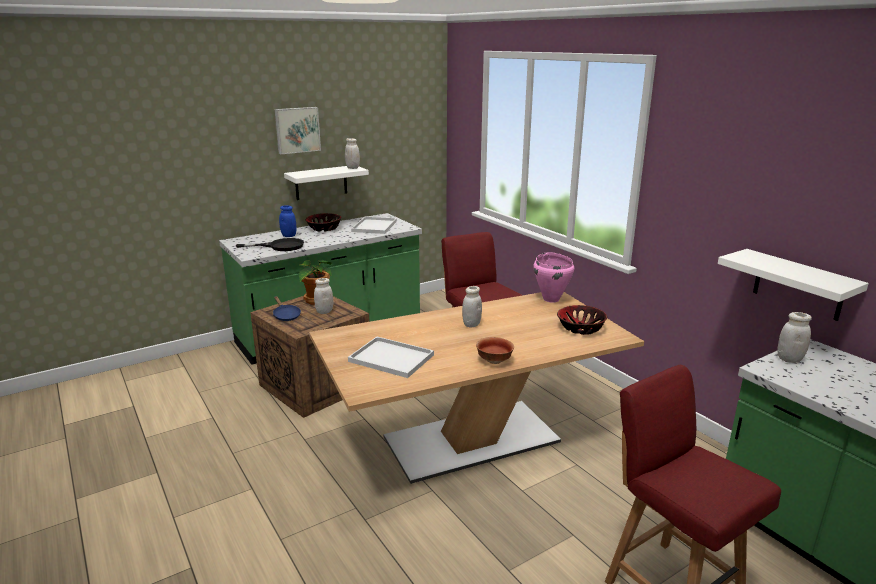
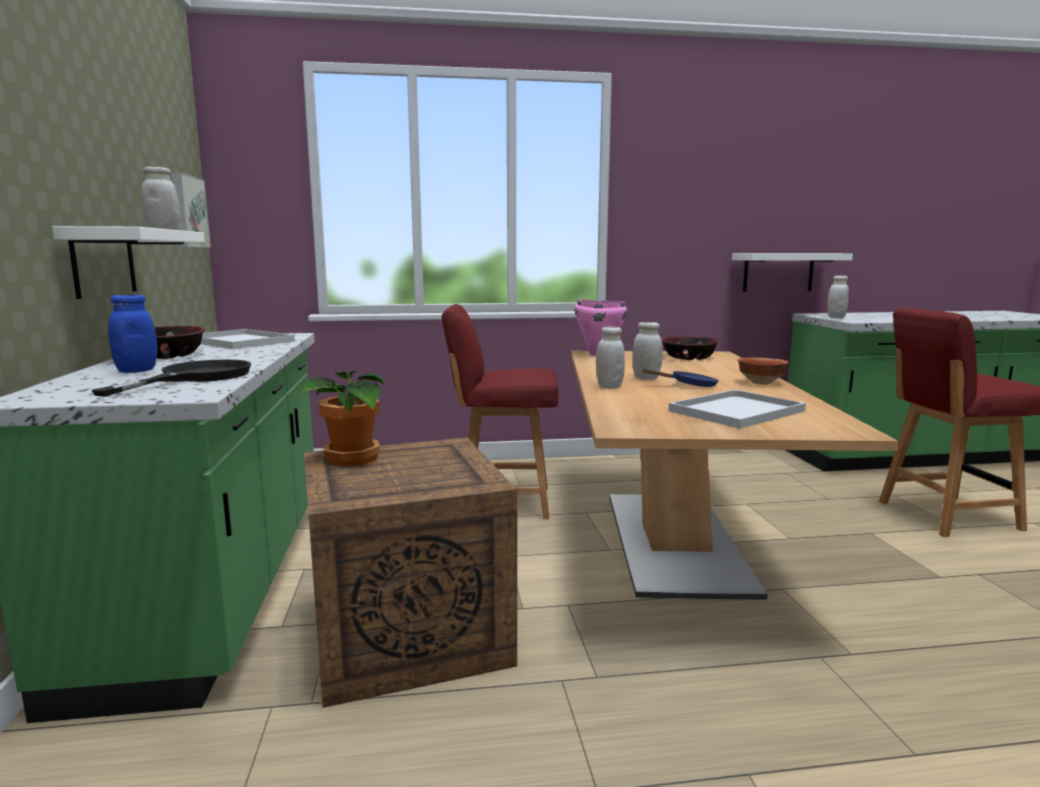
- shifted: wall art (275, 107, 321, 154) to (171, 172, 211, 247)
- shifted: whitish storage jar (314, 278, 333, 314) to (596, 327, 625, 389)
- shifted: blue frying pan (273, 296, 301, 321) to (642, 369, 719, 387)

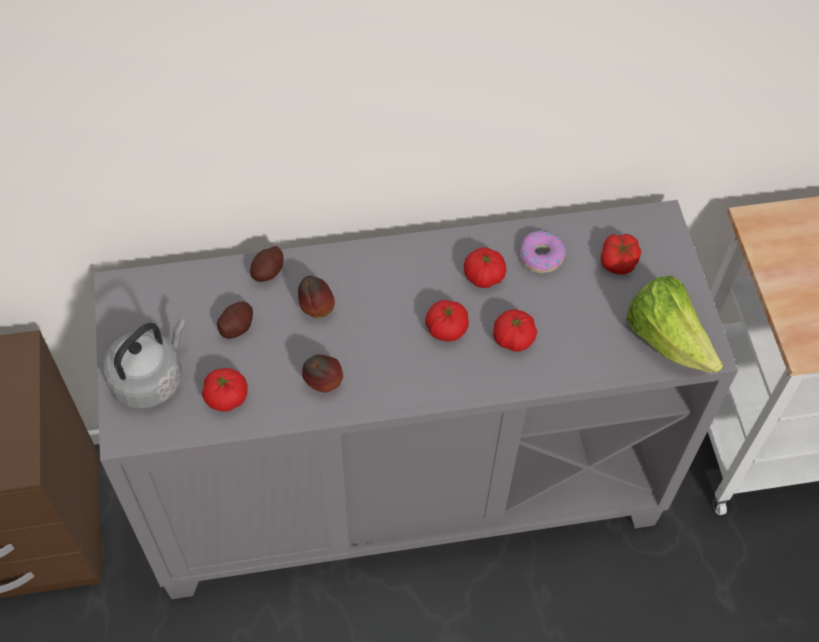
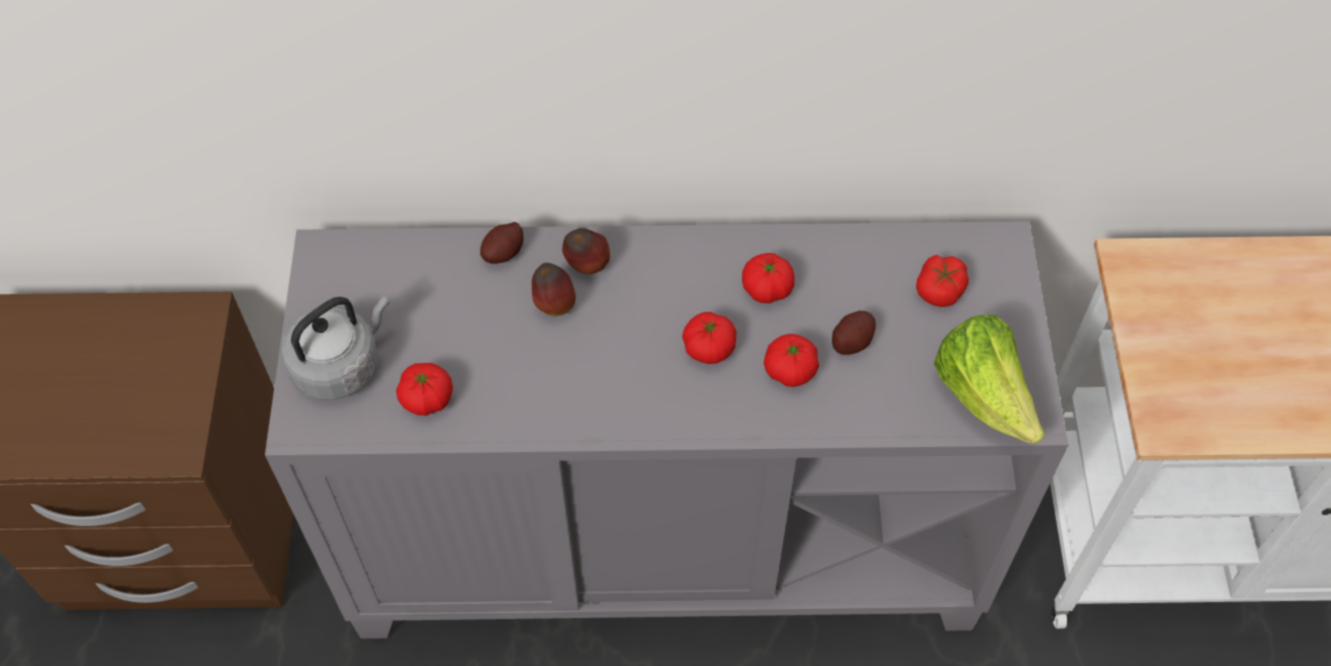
- shifted: whole apple (302, 354, 343, 393) to (562, 228, 610, 274)
- shifted: potato (217, 301, 253, 339) to (832, 311, 876, 355)
- gone: donut (519, 231, 566, 273)

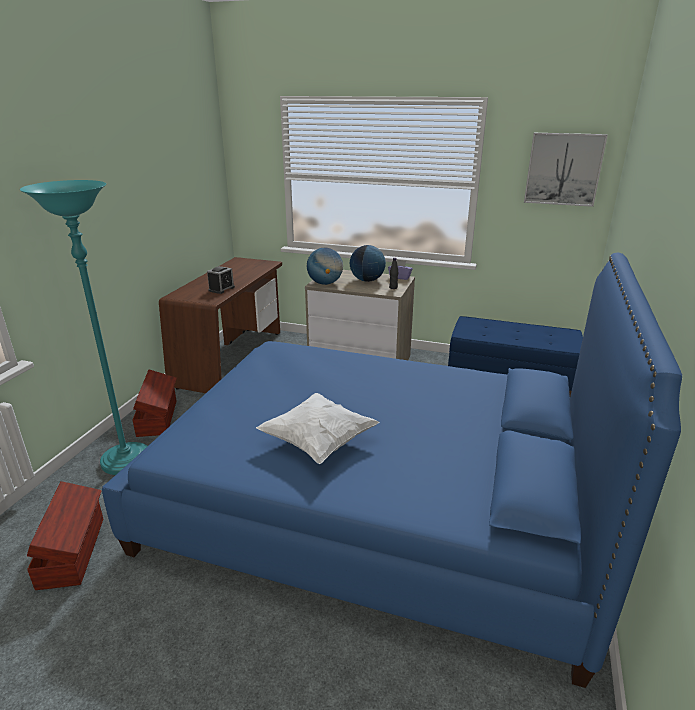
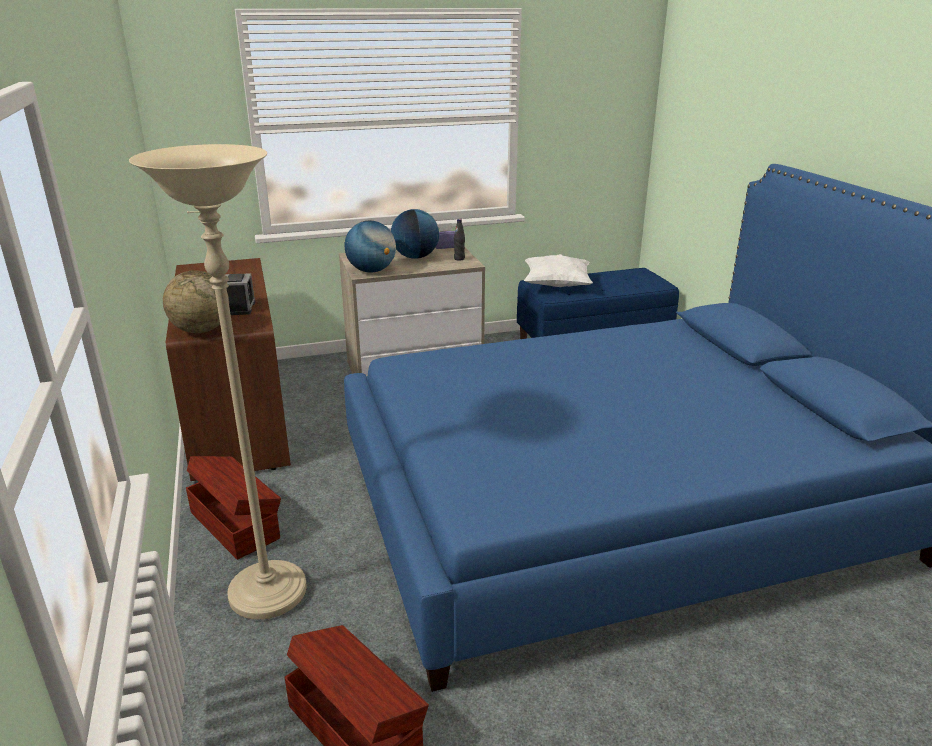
- repainted: turquoise standing lamp (20, 180, 147, 475) to sand-coloured standing lamp (129, 144, 306, 620)
- new: world globe (163, 270, 229, 333)
- shifted: whitish cushion (256, 393, 380, 464) to (524, 254, 593, 287)
- gone: wall art (524, 133, 608, 207)

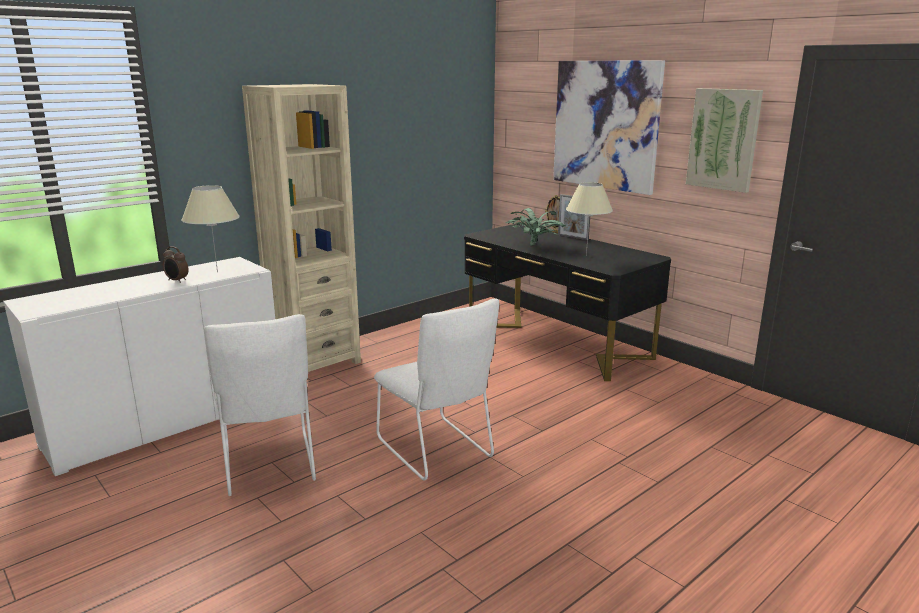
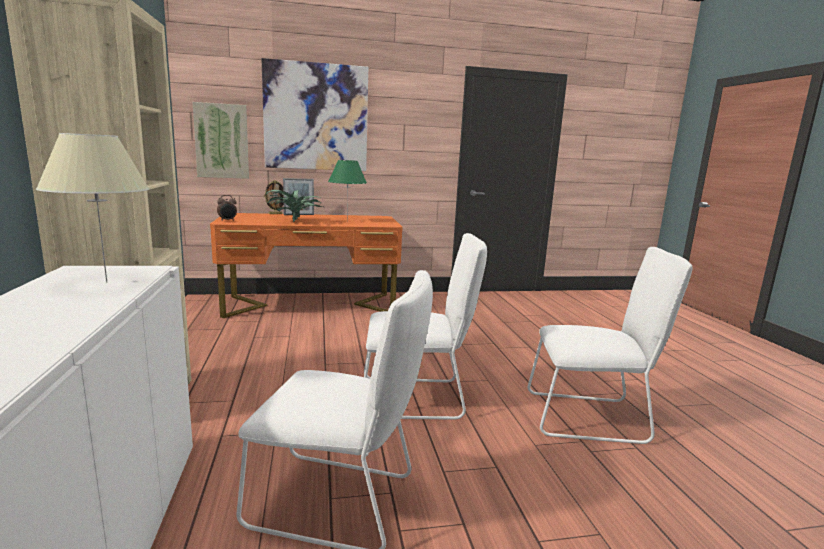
- shifted: wall art (686, 88, 763, 193) to (193, 102, 249, 179)
- repainted: black-coloured desk table (464, 224, 671, 381) to orangey desk table (210, 213, 402, 318)
- shifted: bedside clock (163, 246, 189, 283) to (217, 195, 237, 221)
- repainted: sand-coloured lamp for a table (566, 182, 613, 256) to green-coloured lamp for a table (328, 160, 367, 208)
- new: whitish plain chair (528, 247, 692, 444)

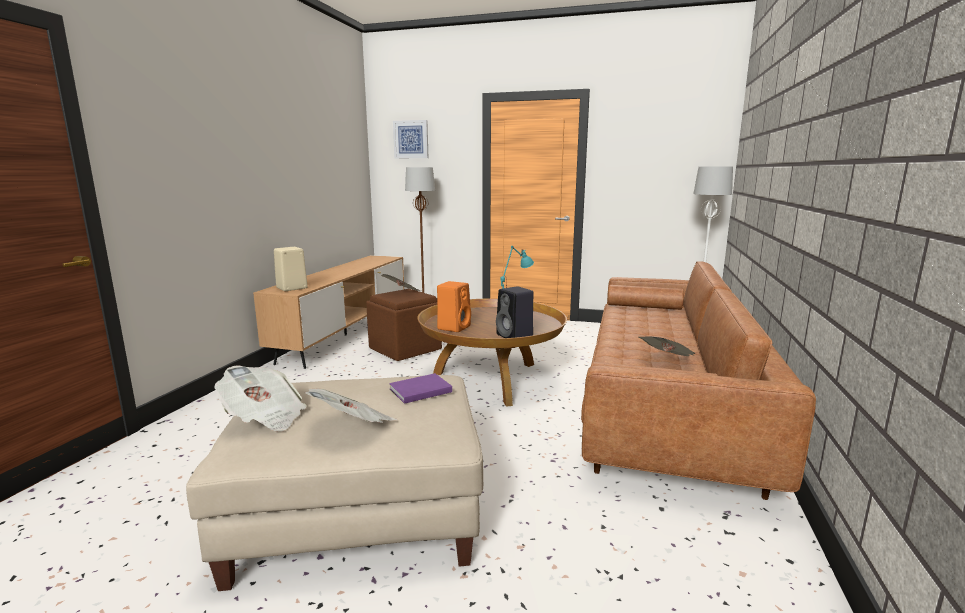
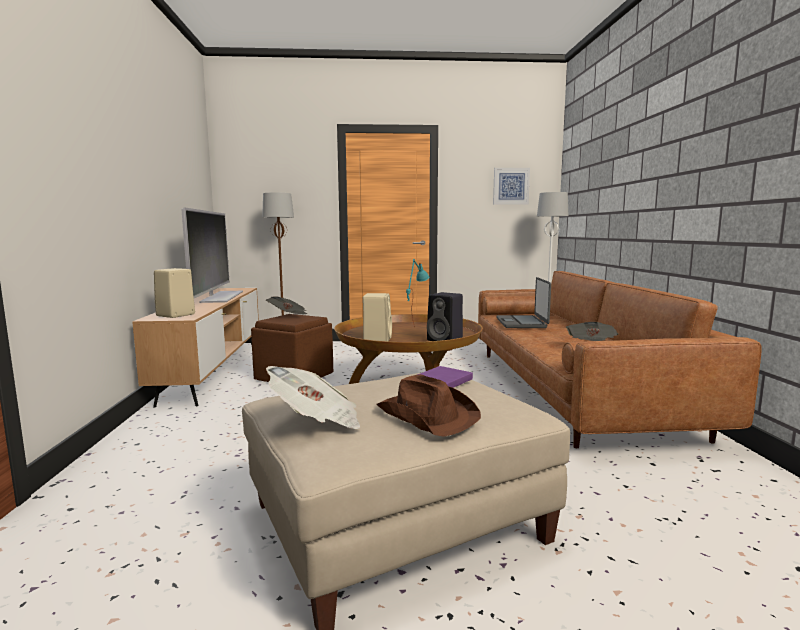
- new: TV (181, 207, 243, 303)
- repainted: orangey loudspeaker (437, 281, 471, 332) to sand-coloured loudspeaker (363, 293, 392, 342)
- swapped: printed paper (304, 389, 397, 423) to brownish clothing hat (376, 374, 481, 437)
- shifted: wall art (393, 120, 428, 158) to (493, 168, 530, 205)
- new: laptop (496, 277, 551, 328)

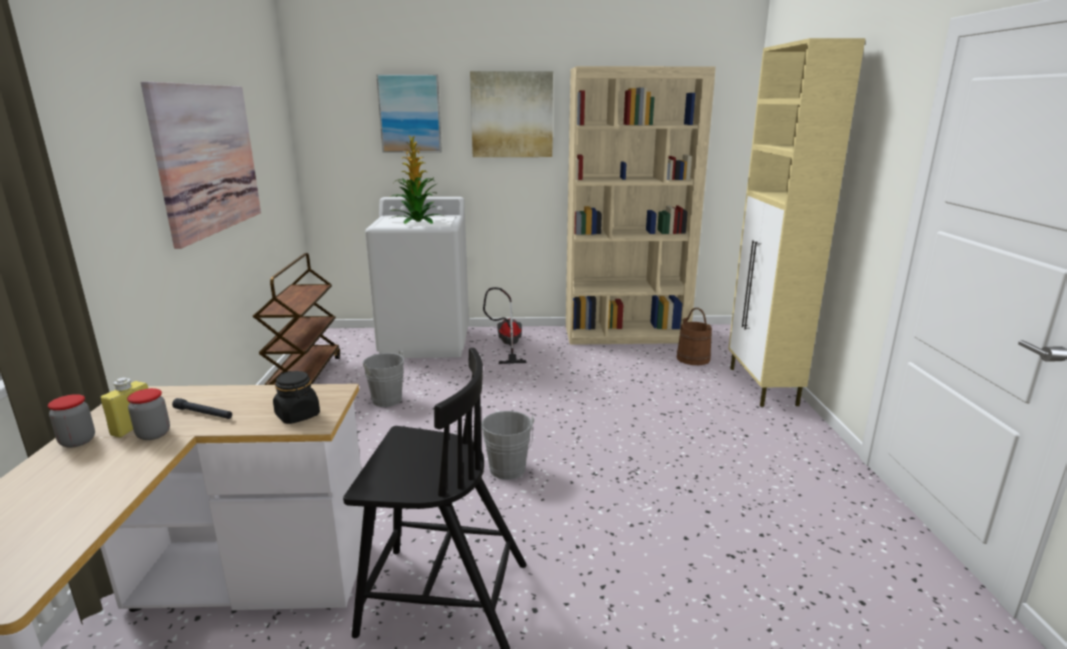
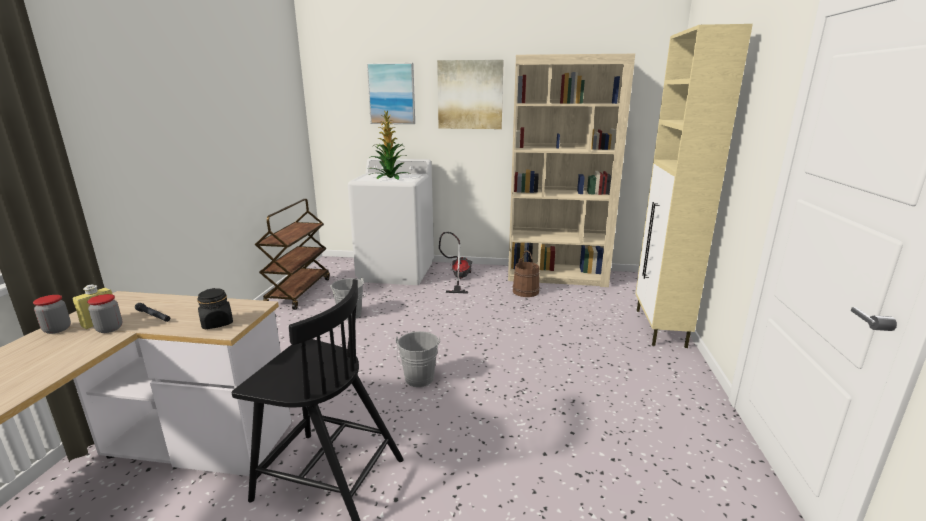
- shifted: brownish pail (677, 308, 712, 365) to (513, 250, 540, 297)
- gone: wall art (141, 82, 261, 249)

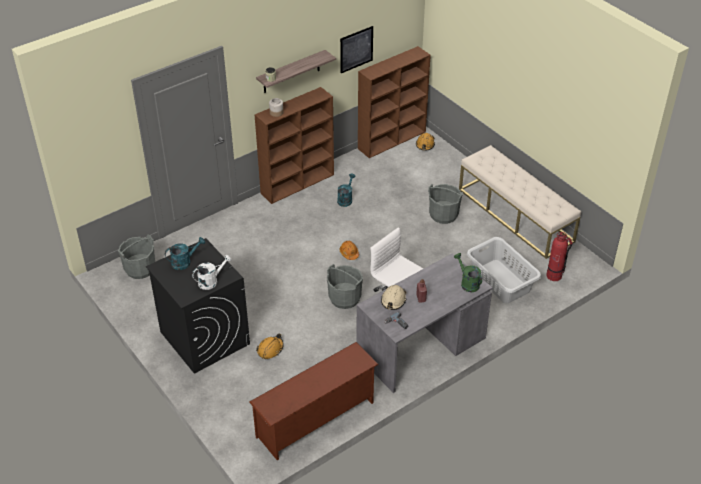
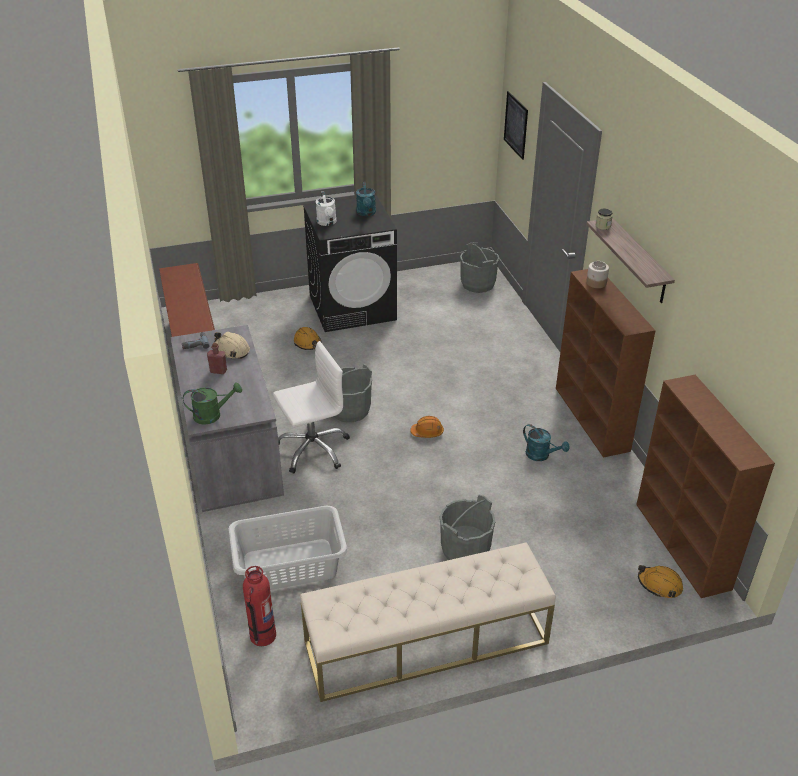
- shifted: wall art (340, 26, 373, 73) to (504, 91, 528, 160)

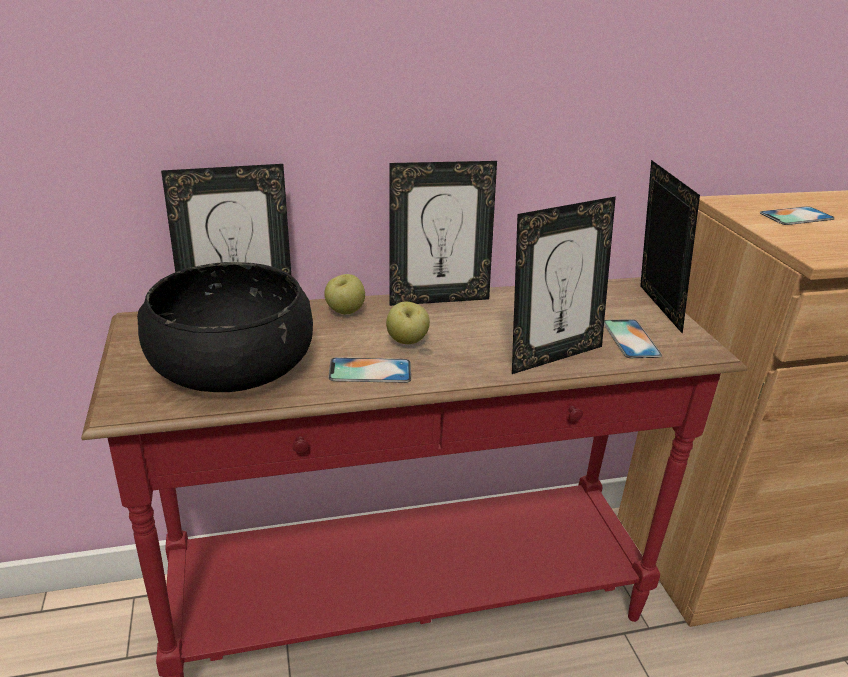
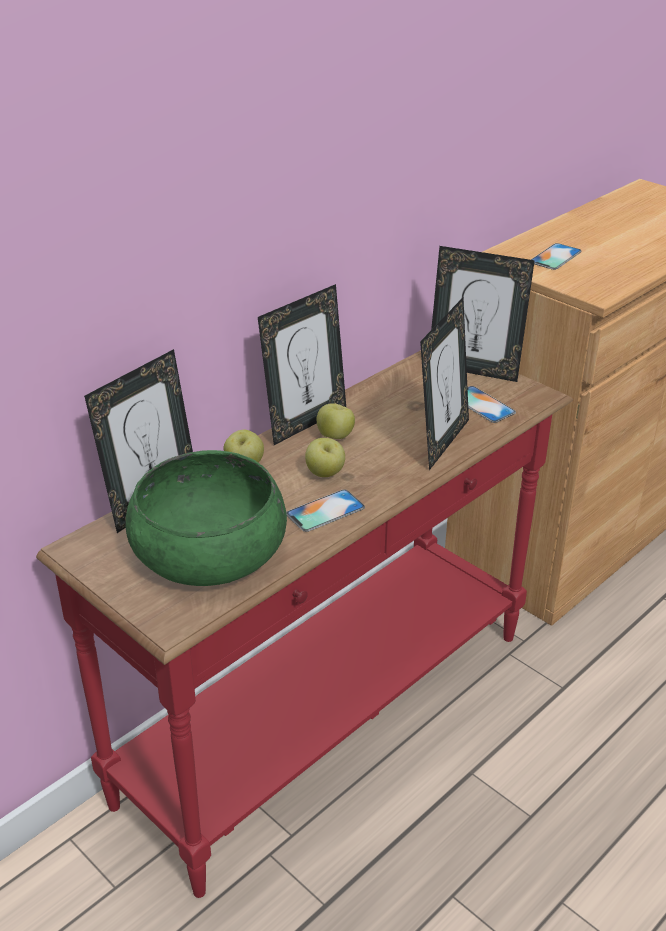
- repainted: black-coloured serving bowl (137, 262, 313, 392) to green-coloured serving bowl (125, 450, 287, 586)
- new: whole apple (317, 403, 355, 439)
- rotated: picture frame (640, 160, 700, 334) = (431, 246, 535, 382) 150 degrees clockwise

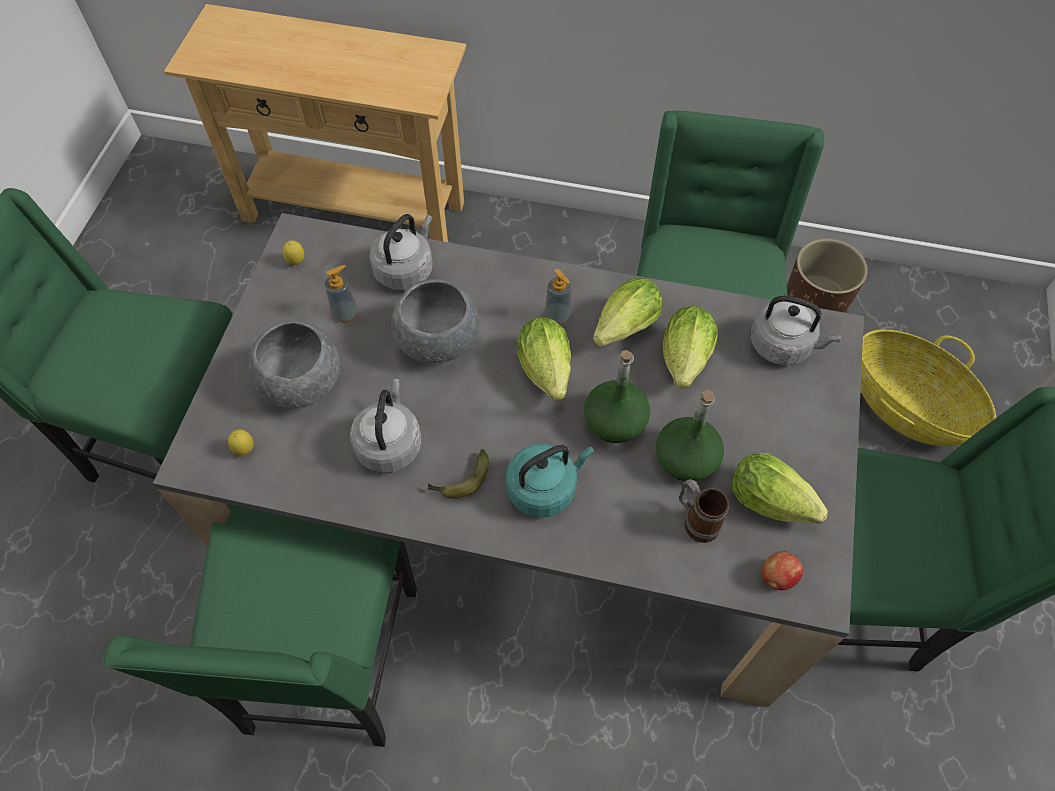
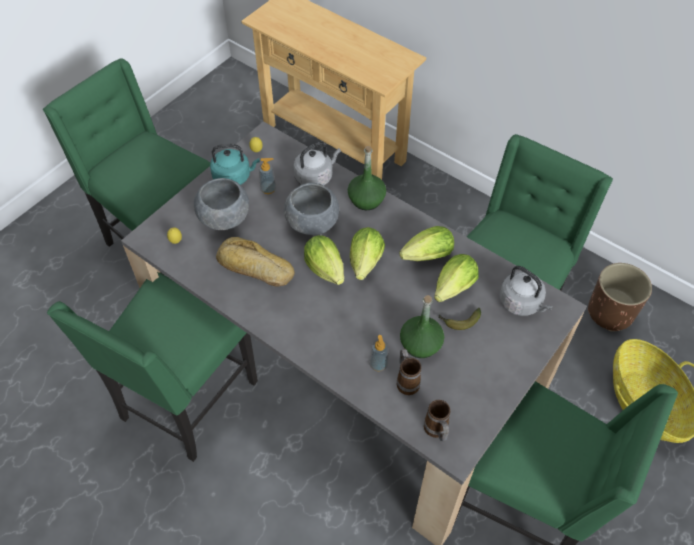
- shifted: turquoise tea kettle (506, 444, 594, 518) to (210, 144, 260, 185)
- swapped: greyish tea kettle (350, 379, 421, 473) to baked bread (216, 237, 295, 287)
- shifted: head of lettuce (731, 453, 828, 524) to (304, 235, 344, 285)
- shifted: green-coloured drink bottle (584, 350, 650, 443) to (348, 146, 386, 210)
- shifted: soap dispenser (545, 269, 571, 325) to (369, 335, 389, 371)
- swapped: whole apple (761, 551, 803, 590) to coffee mug (424, 400, 450, 442)
- shifted: banana (428, 449, 489, 499) to (438, 308, 481, 330)

